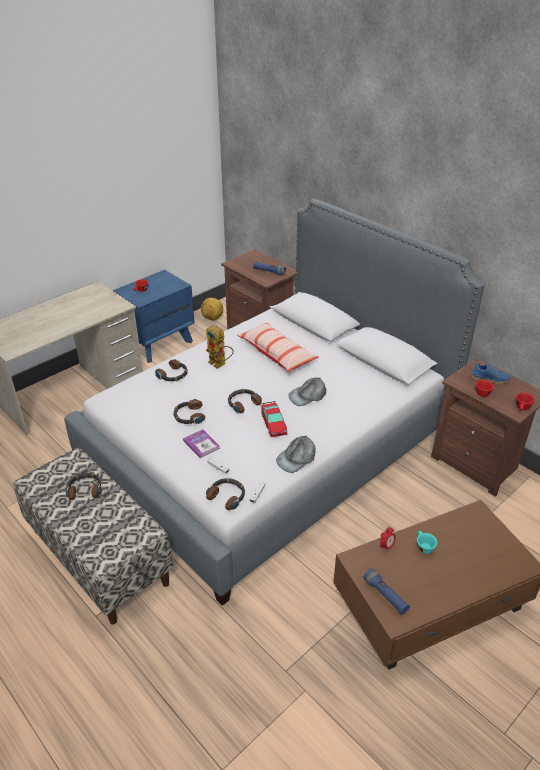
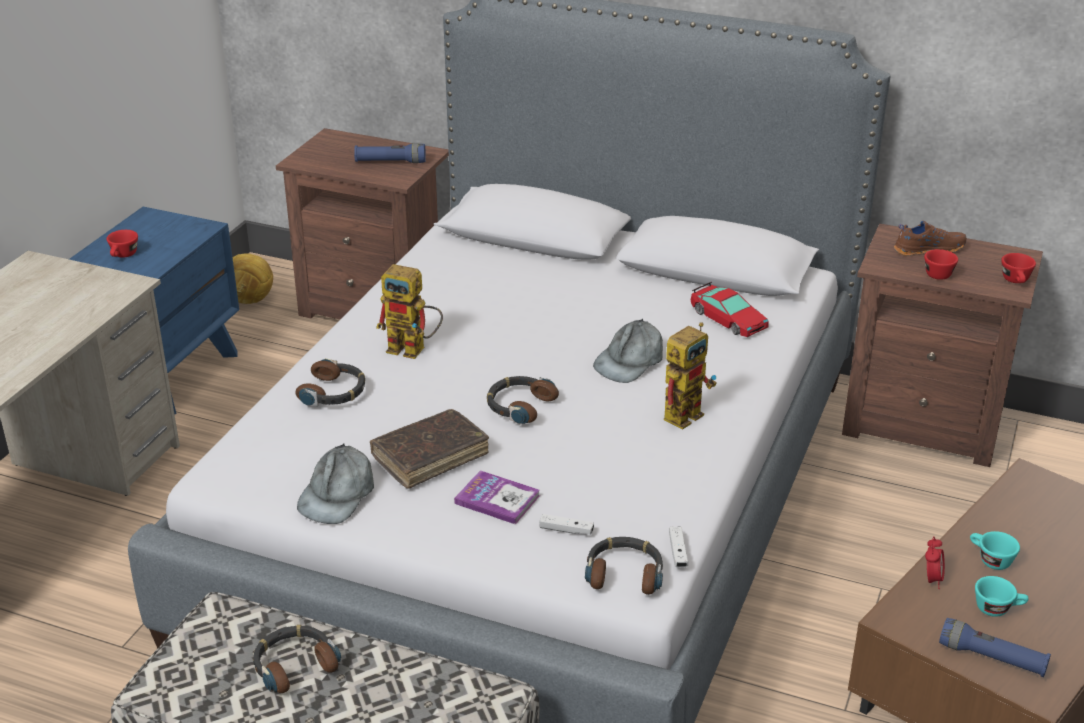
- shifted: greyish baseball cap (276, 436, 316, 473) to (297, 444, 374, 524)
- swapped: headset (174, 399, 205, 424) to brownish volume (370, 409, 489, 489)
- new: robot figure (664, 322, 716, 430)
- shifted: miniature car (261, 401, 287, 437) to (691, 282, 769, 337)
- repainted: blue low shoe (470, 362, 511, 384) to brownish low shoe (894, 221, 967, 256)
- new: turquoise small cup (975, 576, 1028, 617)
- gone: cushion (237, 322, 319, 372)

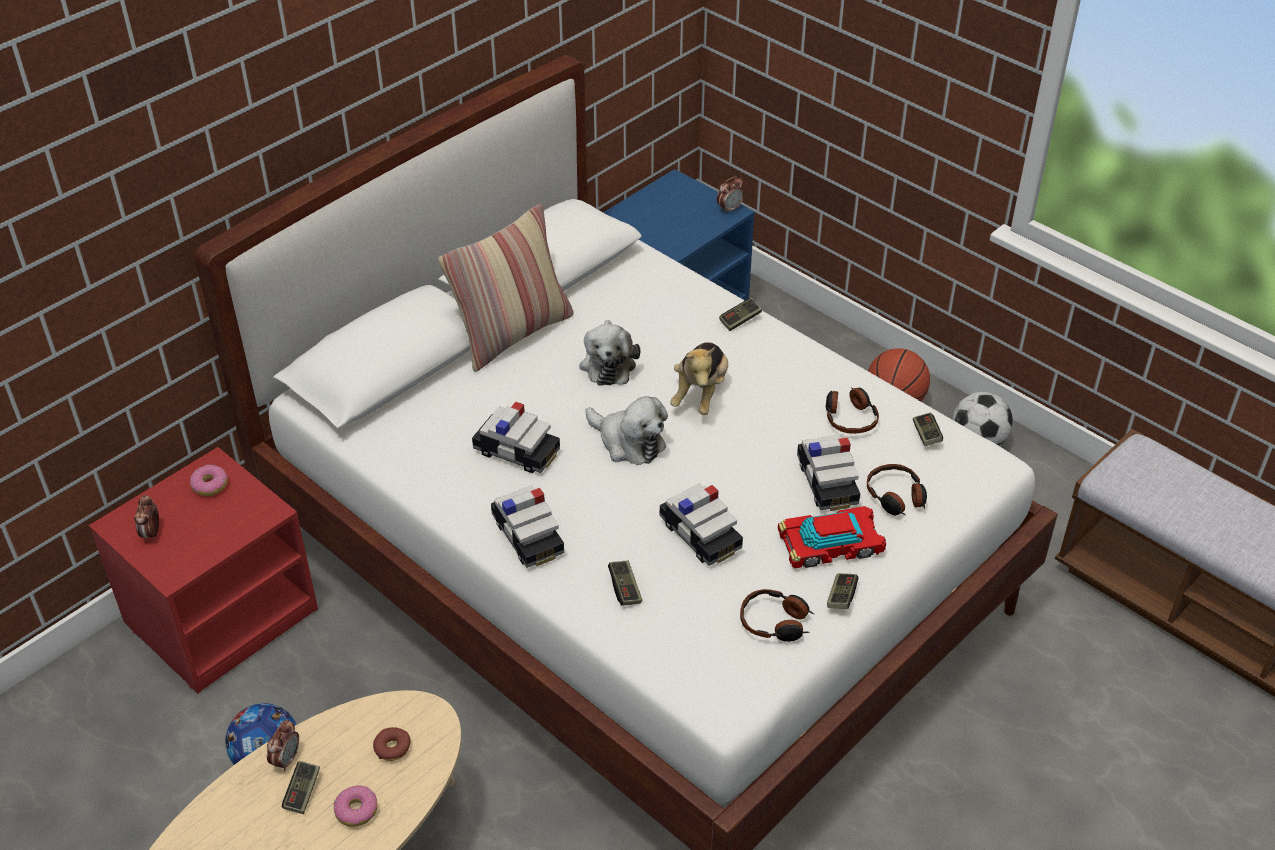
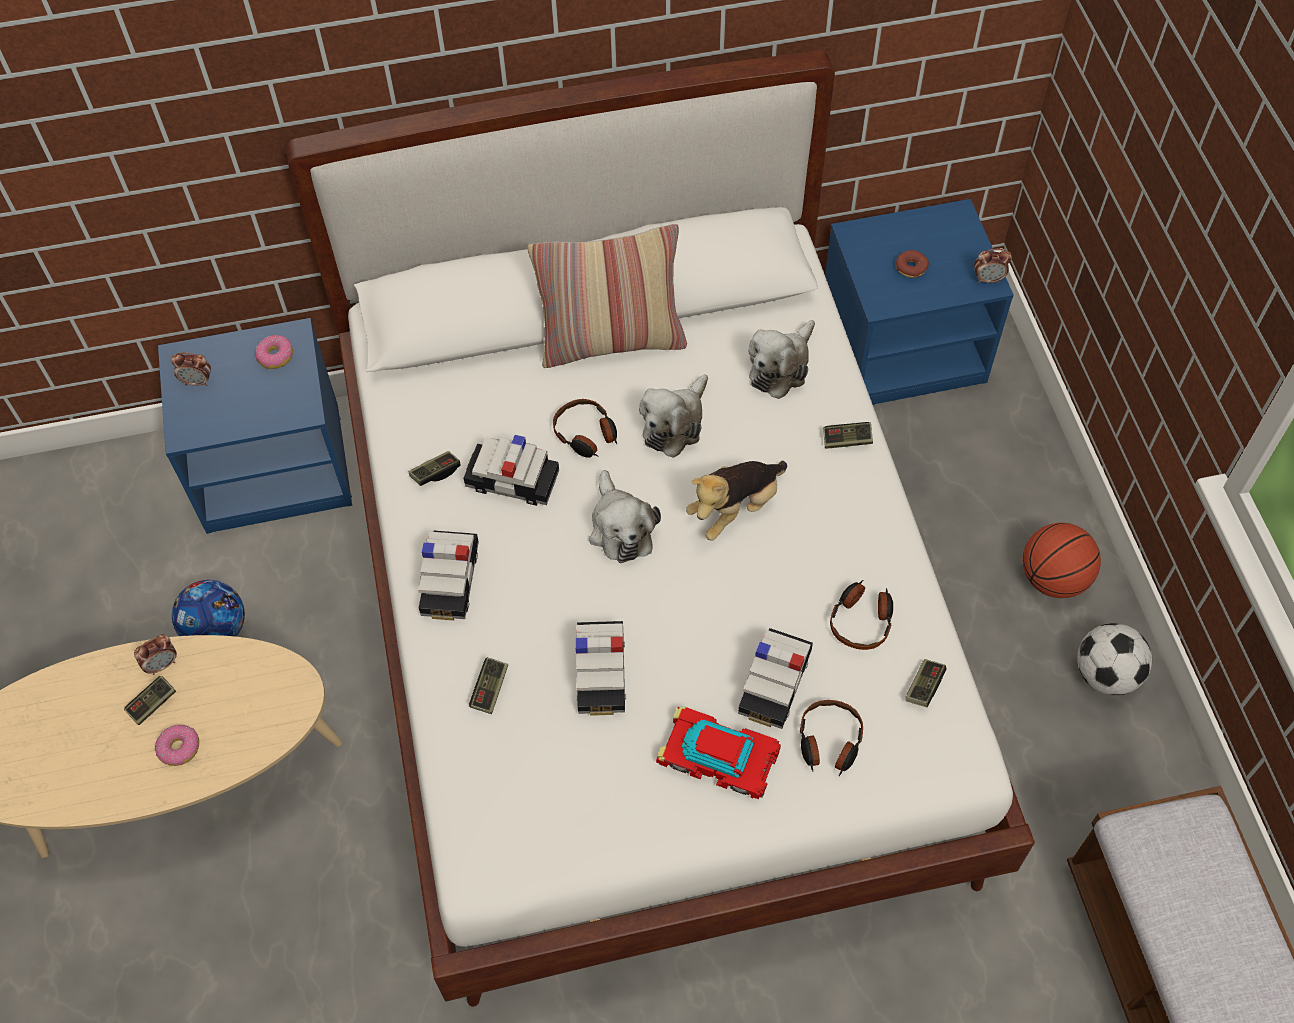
- repainted: red-coloured night table (89, 447, 318, 693) to blue night table (158, 318, 352, 534)
- rotated: bedside clock (134, 494, 159, 541) = (172, 353, 211, 386) 120 degrees counterclockwise
- shifted: gamepad (827, 573, 859, 609) to (409, 451, 461, 486)
- rotated: miniature car (472, 401, 560, 473) = (464, 435, 559, 506) 135 degrees clockwise
- shifted: headset (740, 589, 815, 642) to (553, 399, 617, 458)
- new: soft toy (748, 320, 815, 399)
- shifted: donut (373, 727, 411, 761) to (896, 250, 929, 278)

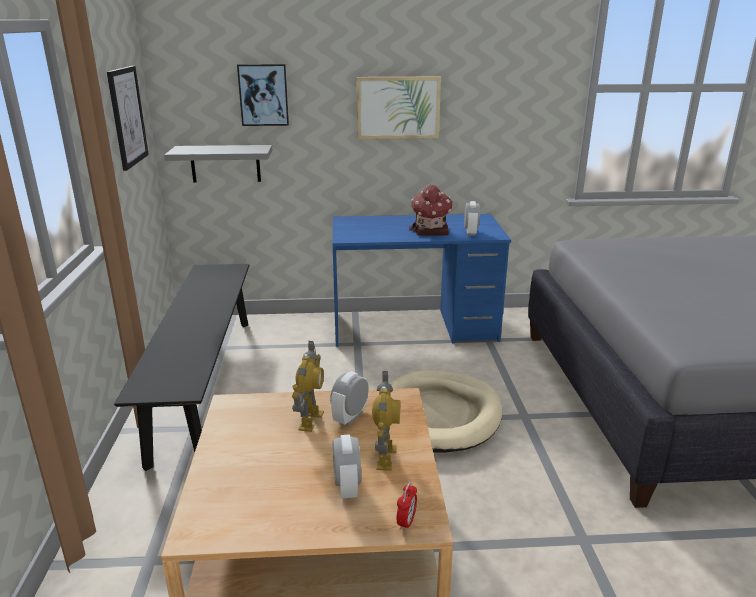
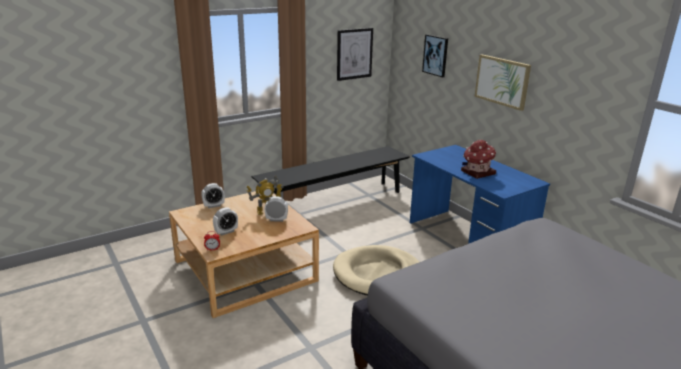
- shifted: bedside clock (464, 201, 480, 236) to (201, 183, 225, 208)
- gone: greyish shelf (164, 145, 272, 183)
- gone: robot figure (372, 371, 400, 471)

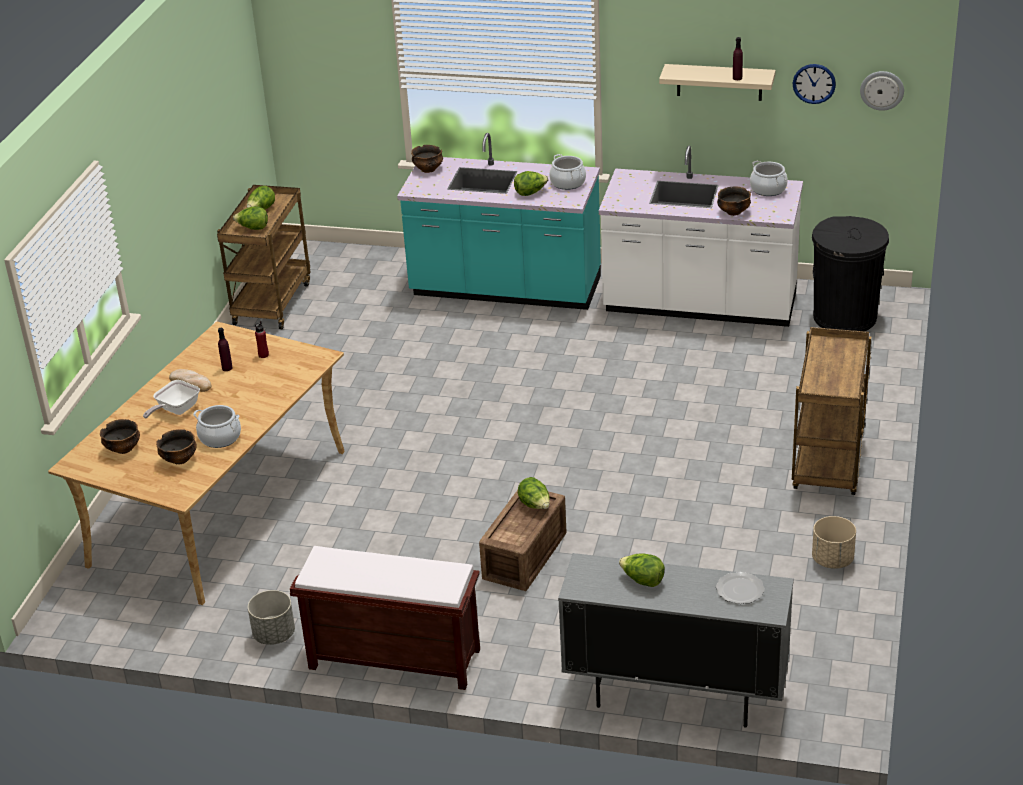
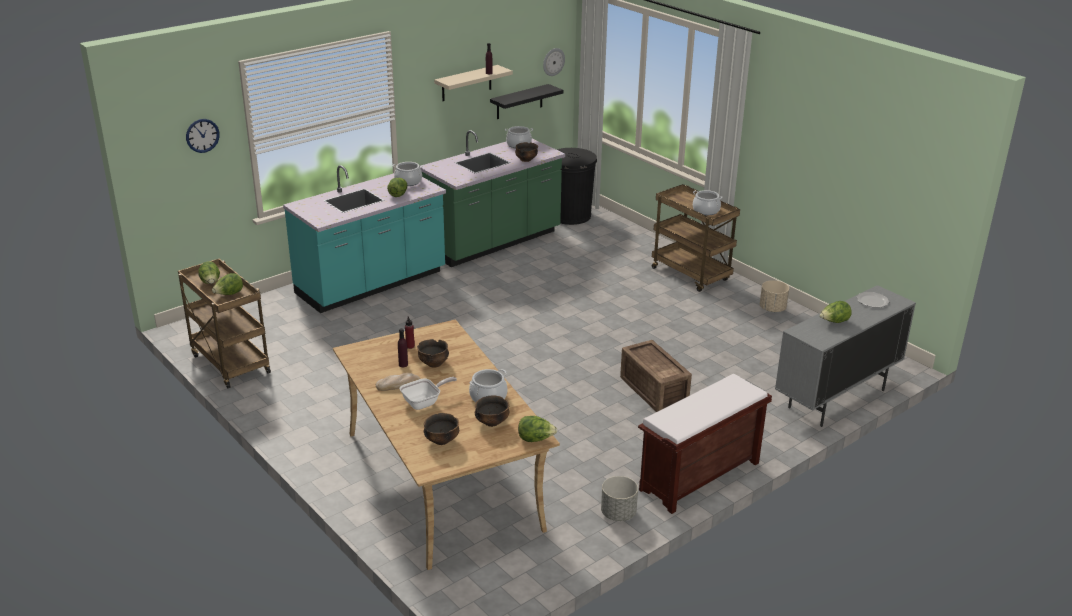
- shifted: hanging clock (792, 64, 836, 104) to (186, 119, 220, 153)
- rotated: frying pan (143, 380, 200, 418) = (400, 377, 457, 410) 105 degrees counterclockwise
- shifted: serving bowl (411, 145, 443, 173) to (417, 339, 449, 368)
- repainted: whitish kitchen counter (599, 145, 803, 327) to green-coloured kitchen counter (420, 130, 565, 267)
- new: black-coloured shelf (490, 84, 563, 119)
- shifted: head of lettuce (518, 477, 550, 509) to (518, 416, 557, 442)
- new: cooking pot (693, 190, 723, 215)

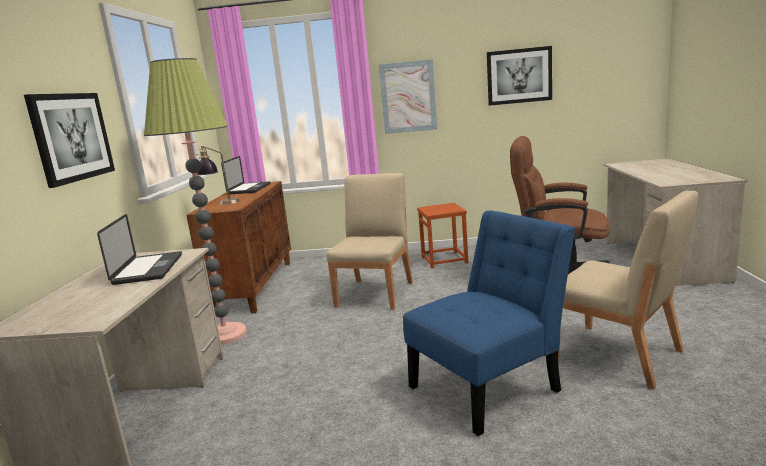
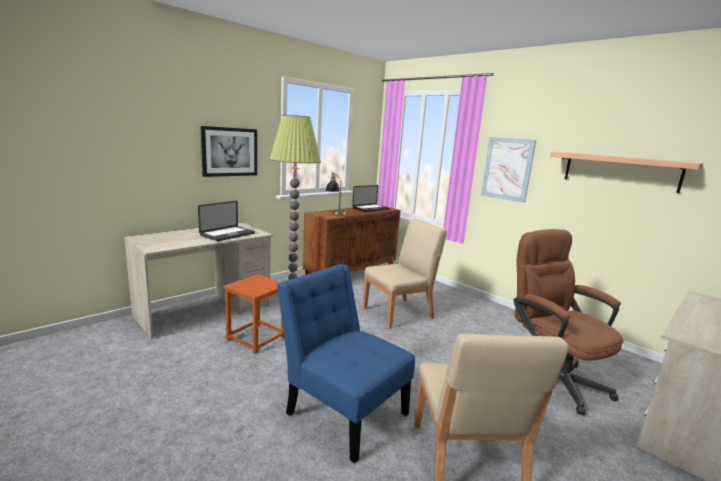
- shifted: brownish stool (417, 203, 468, 269) to (224, 274, 284, 354)
- rotated: blue plain chair (403, 210, 575, 436) = (277, 264, 415, 463) 150 degrees counterclockwise
- swapped: wall art (487, 46, 552, 106) to shelf (550, 152, 703, 193)

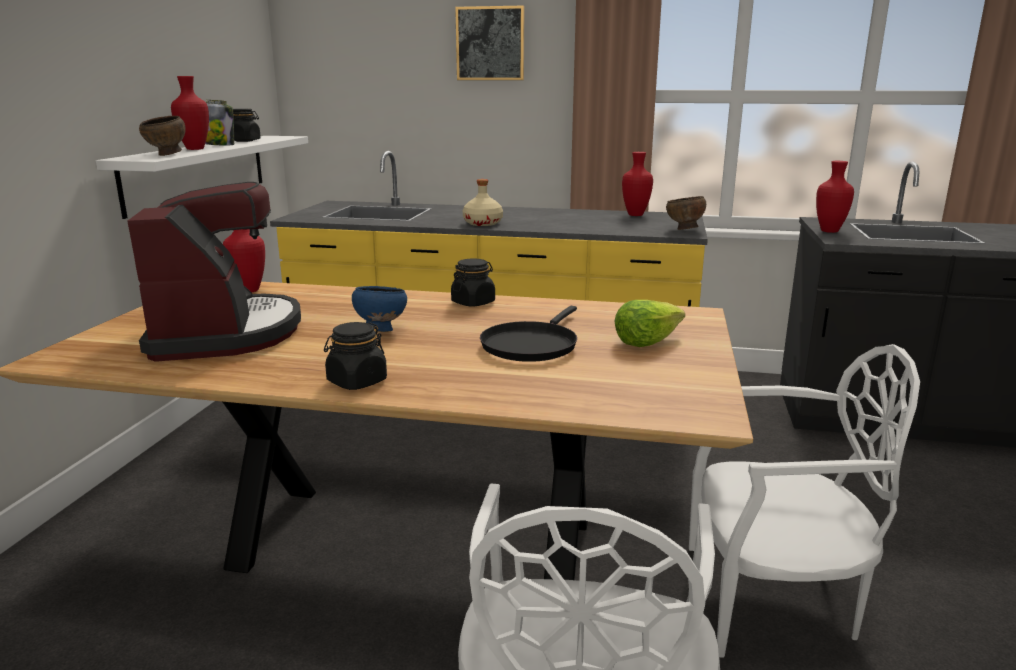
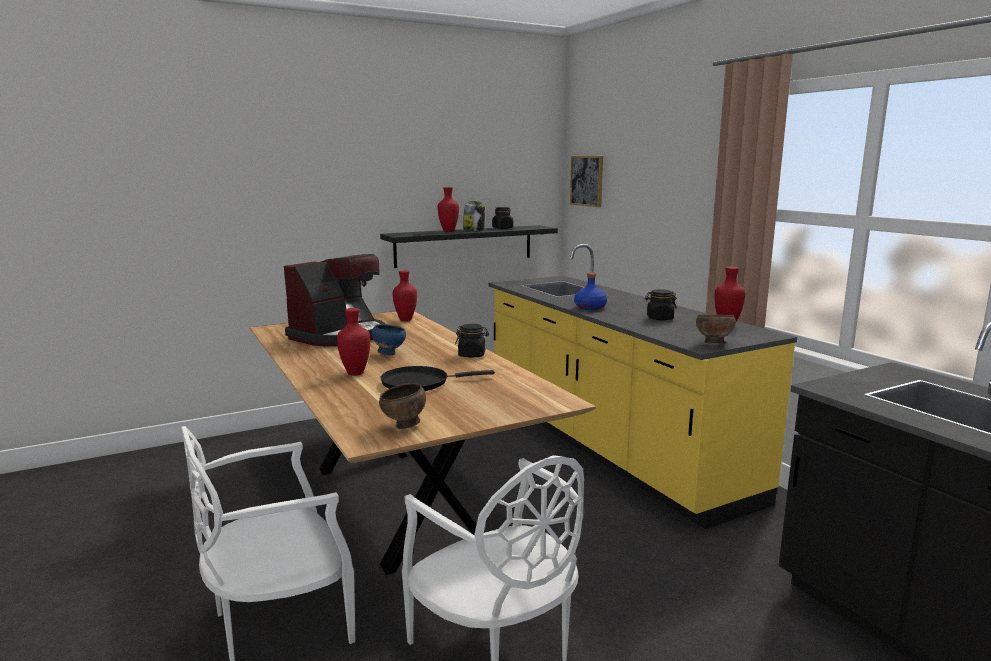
- shifted: red-coloured flower vase (816, 161, 854, 233) to (337, 308, 370, 376)
- shifted: brownish serving bowl (139, 116, 186, 156) to (379, 383, 426, 429)
- repainted: whitish shelf (96, 136, 308, 219) to black-coloured shelf (380, 225, 558, 268)
- shifted: wall art (455, 6, 524, 80) to (570, 156, 603, 207)
- repainted: sand-coloured drink bottle (463, 179, 503, 226) to blue drink bottle (574, 273, 607, 310)
- shifted: black-coloured storage jar (324, 322, 387, 390) to (645, 289, 677, 320)
- gone: head of lettuce (614, 300, 685, 347)

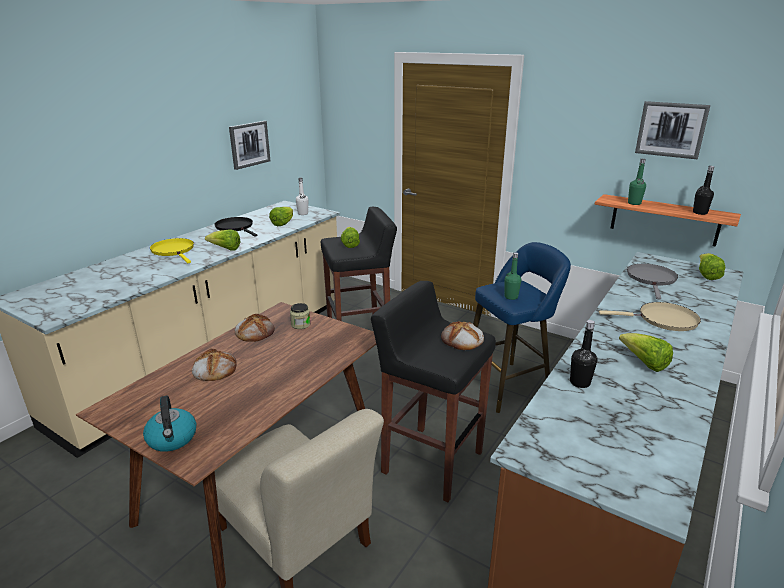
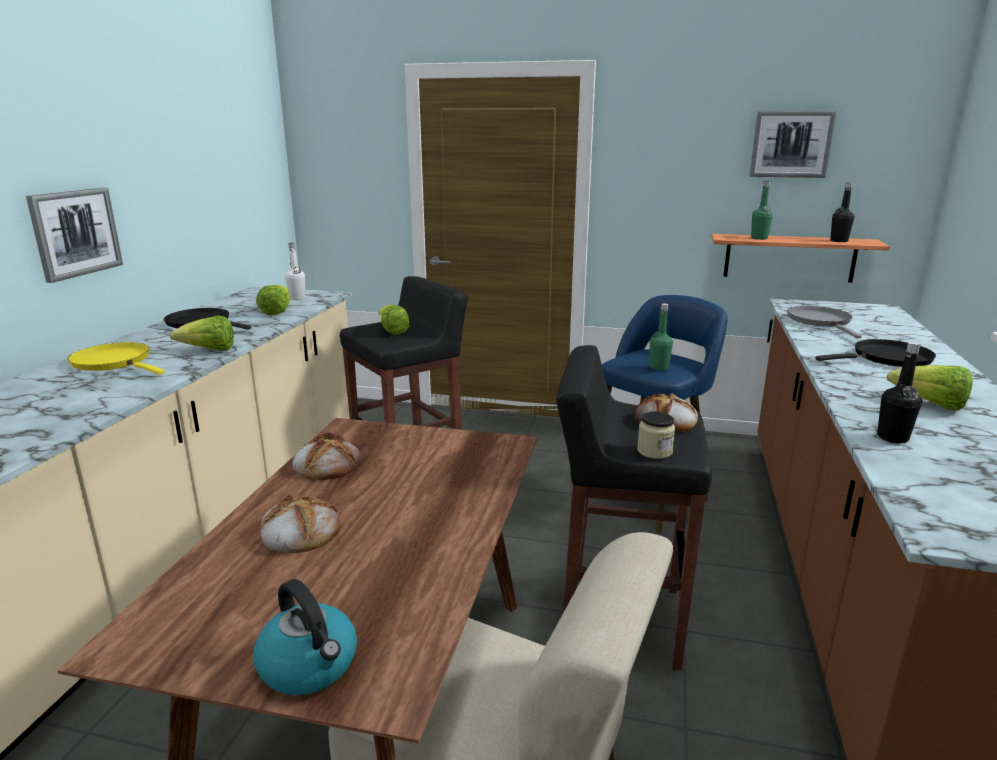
- shifted: wall art (229, 121, 270, 170) to (26, 188, 123, 283)
- shifted: storage jar (290, 303, 310, 329) to (637, 411, 675, 459)
- repainted: sand-coloured frying pan (599, 302, 701, 331) to black-coloured frying pan (815, 339, 936, 367)
- gone: head of lettuce (699, 253, 725, 280)

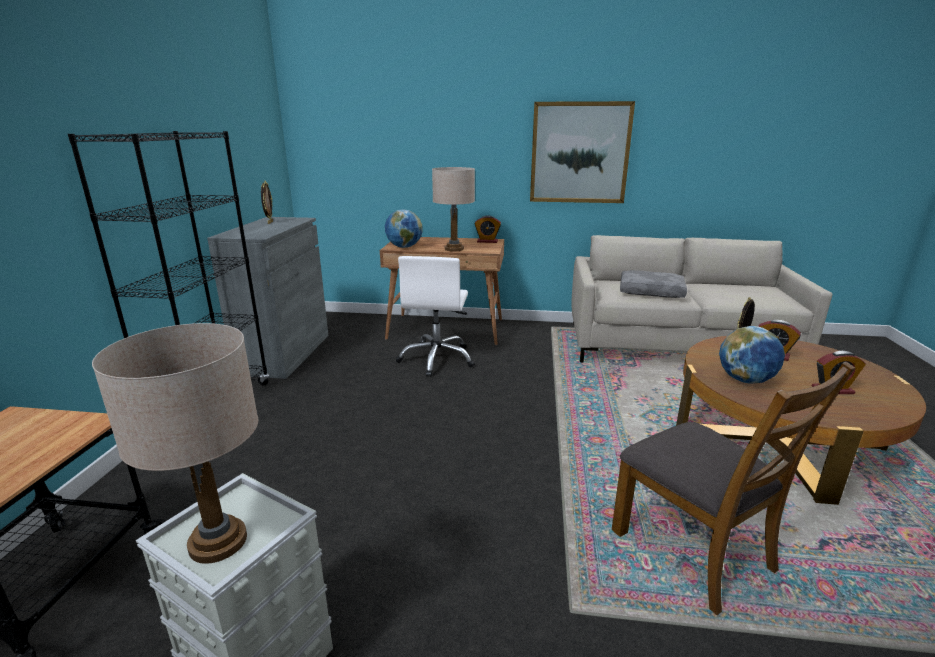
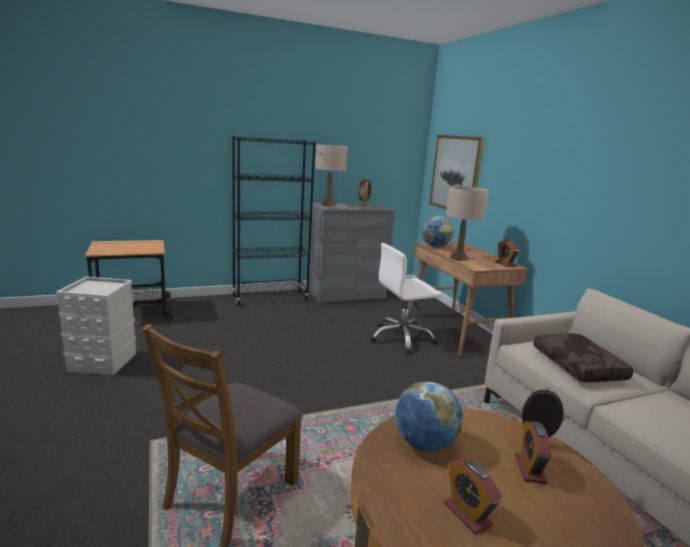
- shifted: sand-coloured lamp for a table (92, 323, 258, 564) to (315, 144, 348, 206)
- shifted: wall art (530, 101, 635, 203) to (429, 135, 484, 210)
- repainted: greyish cushion (620, 270, 687, 298) to brownish cushion (533, 333, 633, 382)

